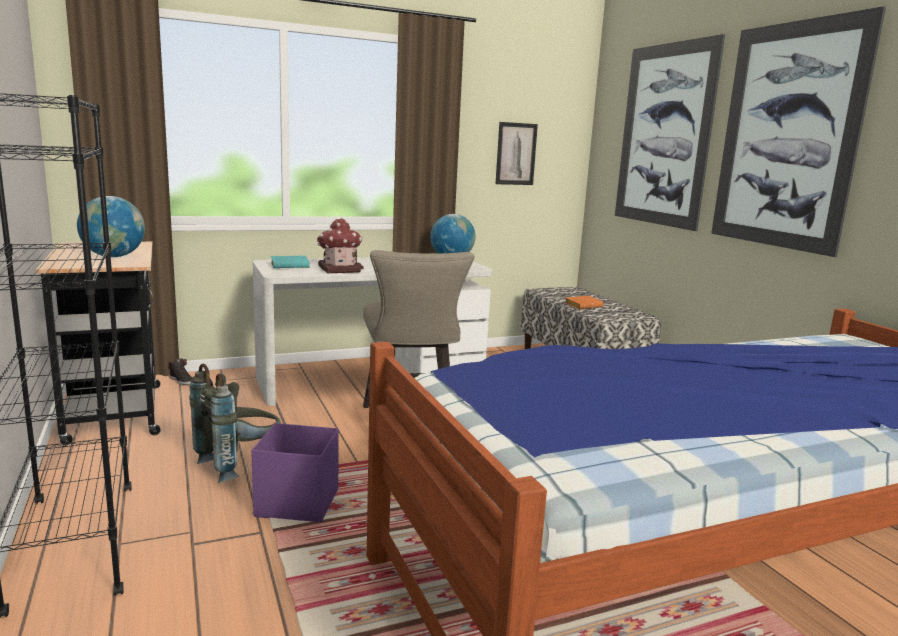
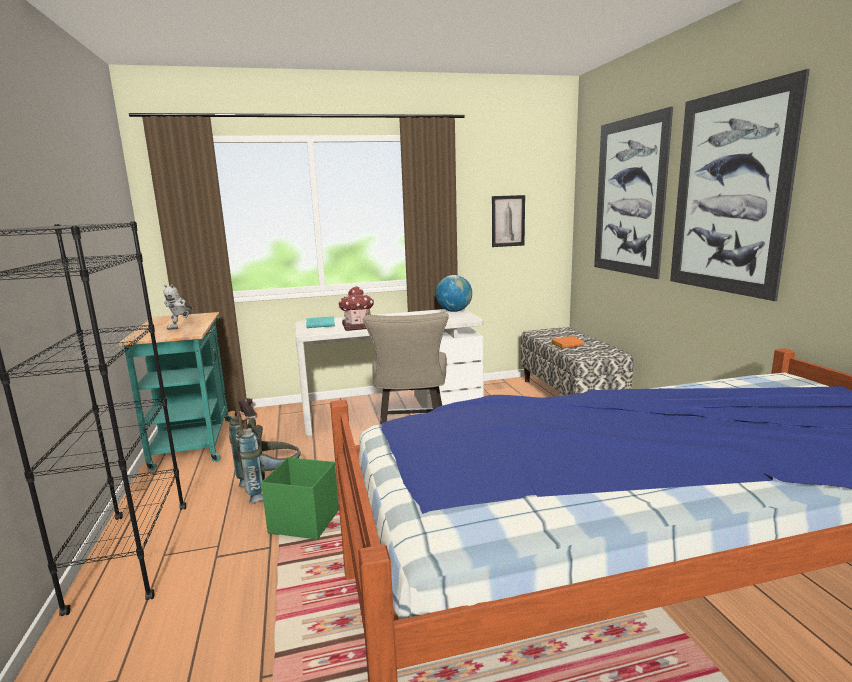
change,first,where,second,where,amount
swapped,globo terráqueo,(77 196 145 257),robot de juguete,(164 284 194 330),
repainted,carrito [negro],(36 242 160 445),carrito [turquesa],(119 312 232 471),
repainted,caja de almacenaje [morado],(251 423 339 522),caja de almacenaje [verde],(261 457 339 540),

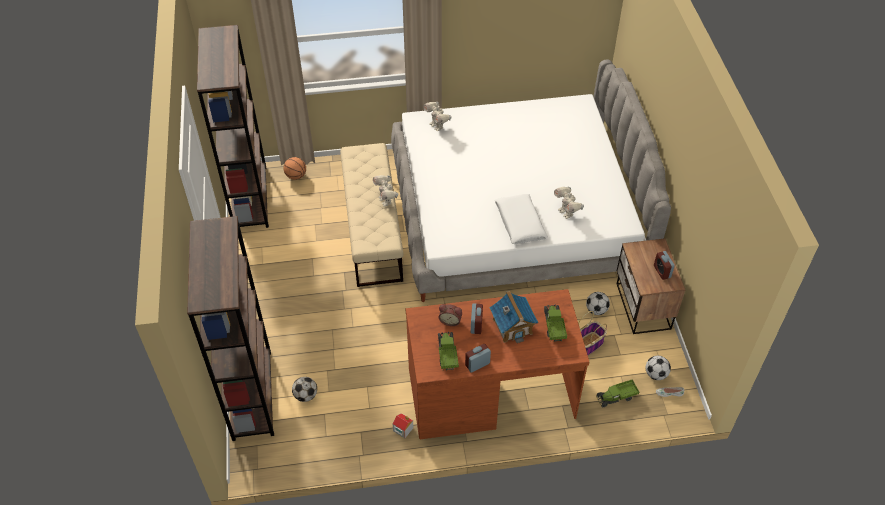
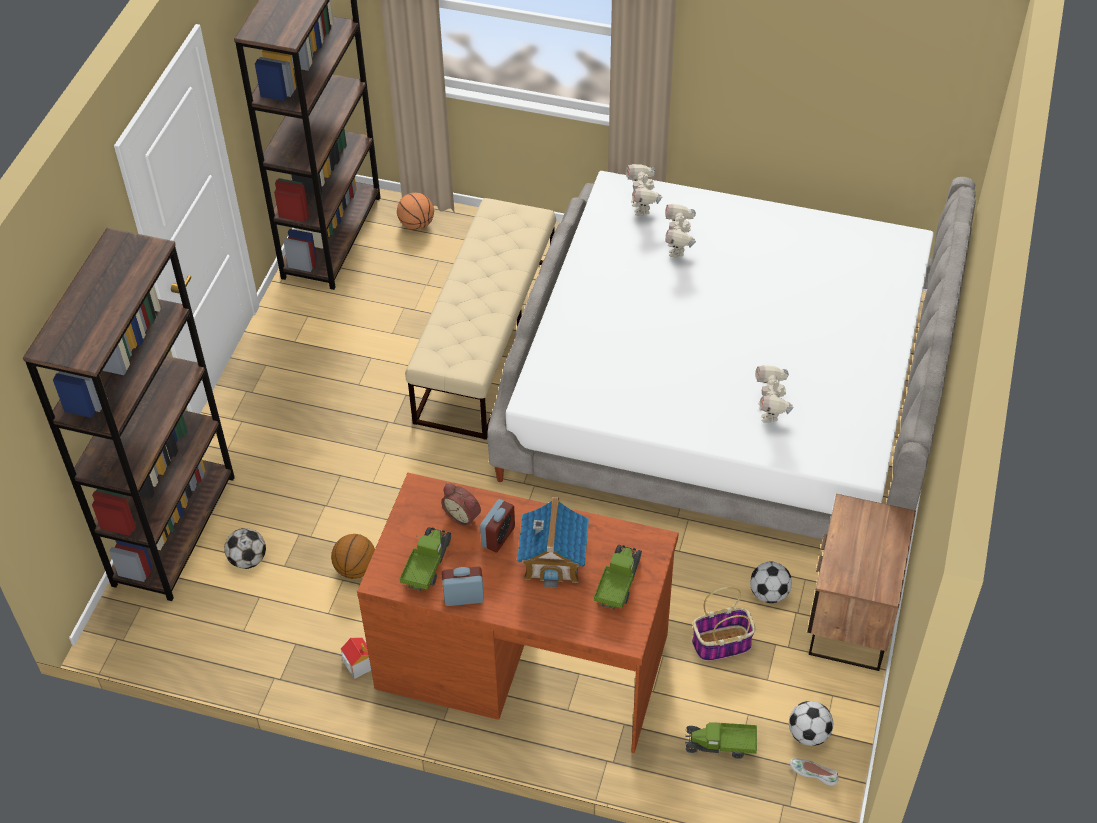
change,first,where,second,where,amount
gone,cojín [blanco],(495 194 548 244),,,
gone,despertador,(654 251 675 280),,,
new,,,balón de baloncesto,(331 534 375 579),
shifted,robot de juguete,(373 175 399 206),,(665 204 696 257),

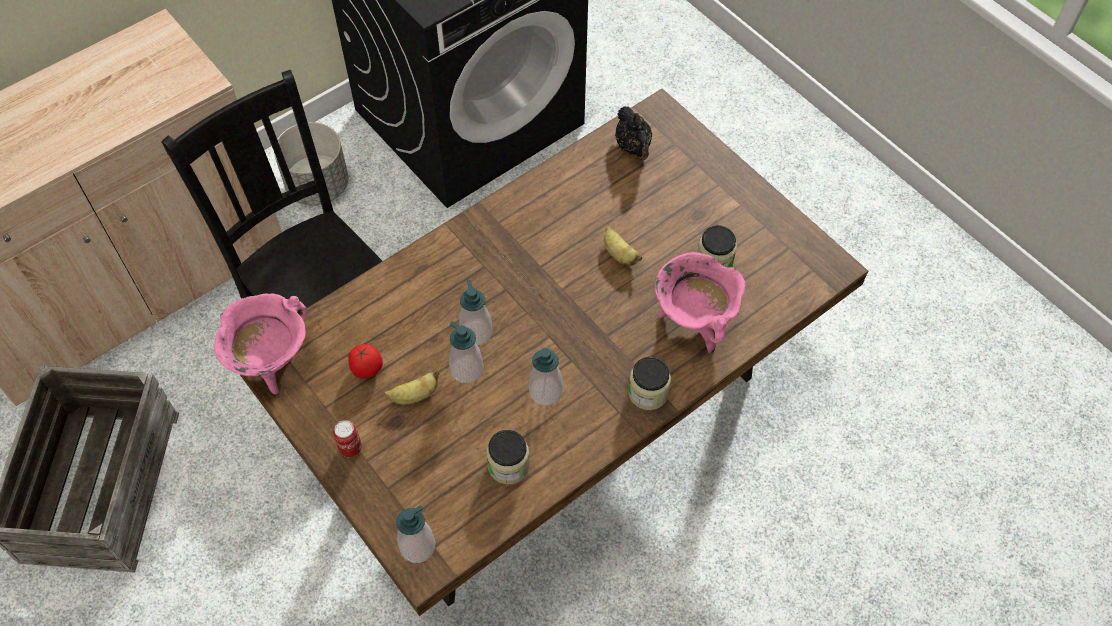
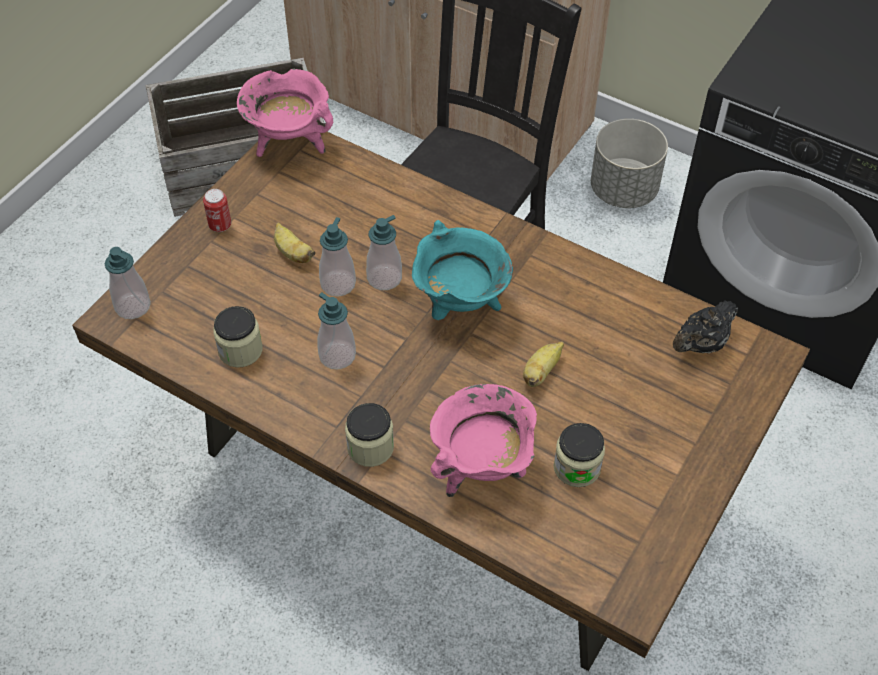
change,first,where,second,where,amount
gone,tomate,(348 344 383 378),,,
new,,,olla [turquesa],(412 220 513 320),

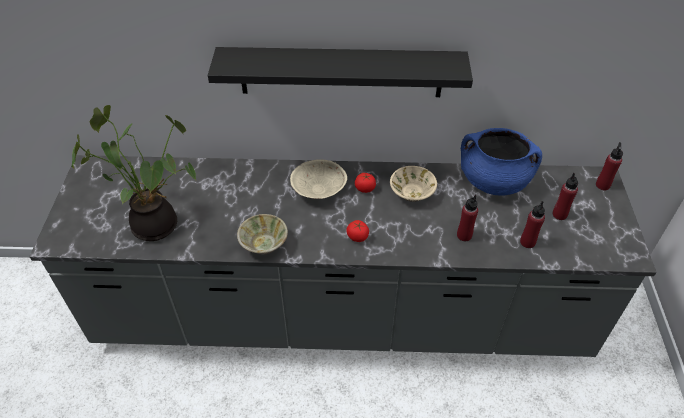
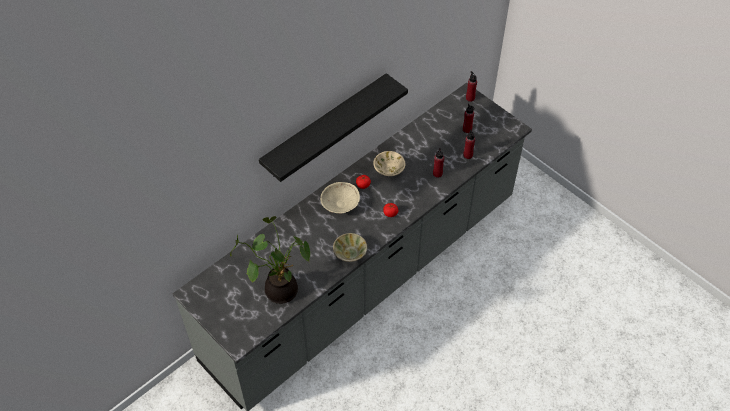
change,first,where,second,where,amount
gone,olla [azul],(461 128 542 195),,,

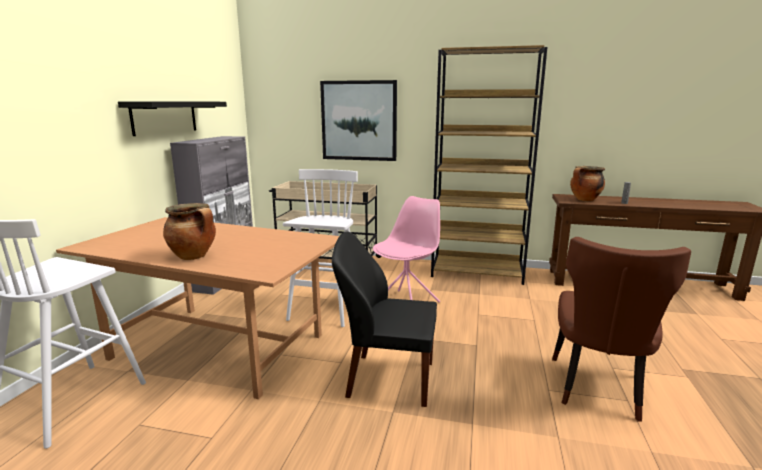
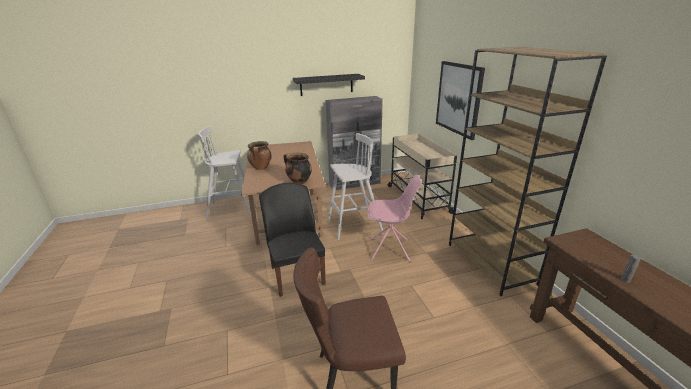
change,first,where,second,where,amount
shifted,olla,(570 166 605 201),,(283 153 312 184),

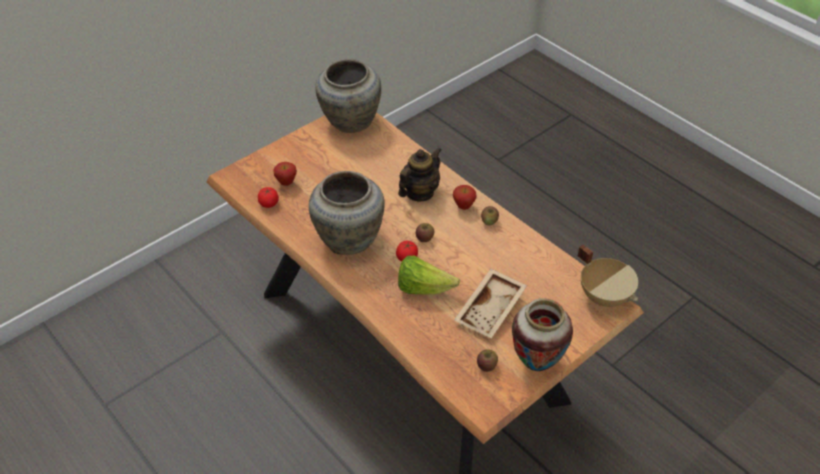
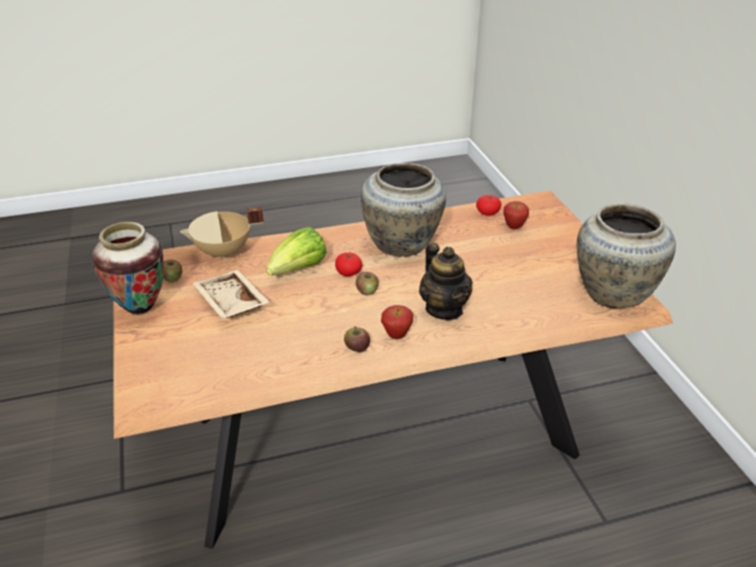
change,first,where,second,where,amount
shifted,olla [beis],(577 245 638 307),,(180 207 264 260),

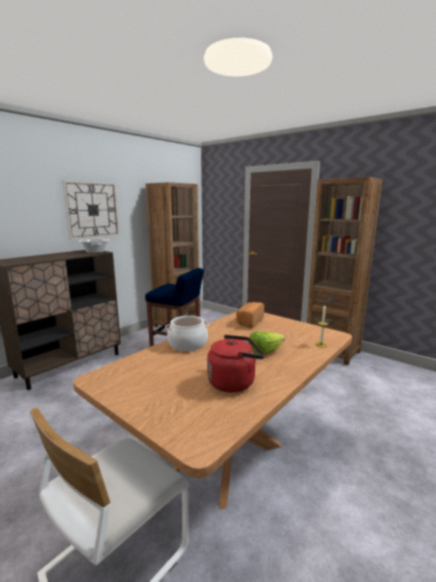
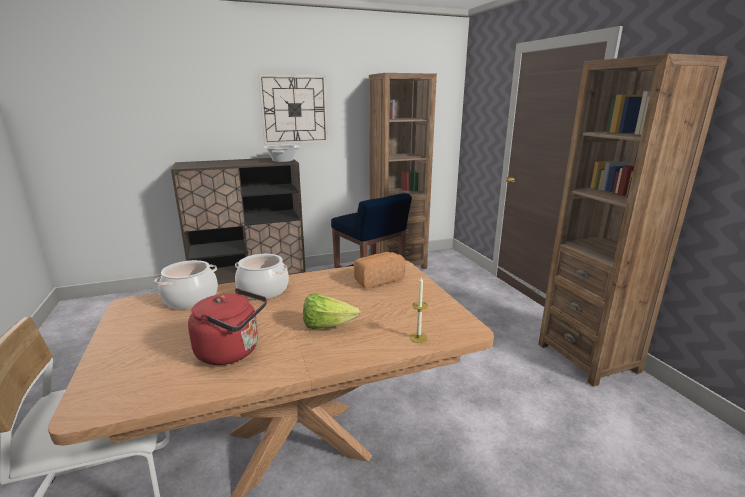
change,first,where,second,where,amount
new,,,olla,(154 260 218 309),

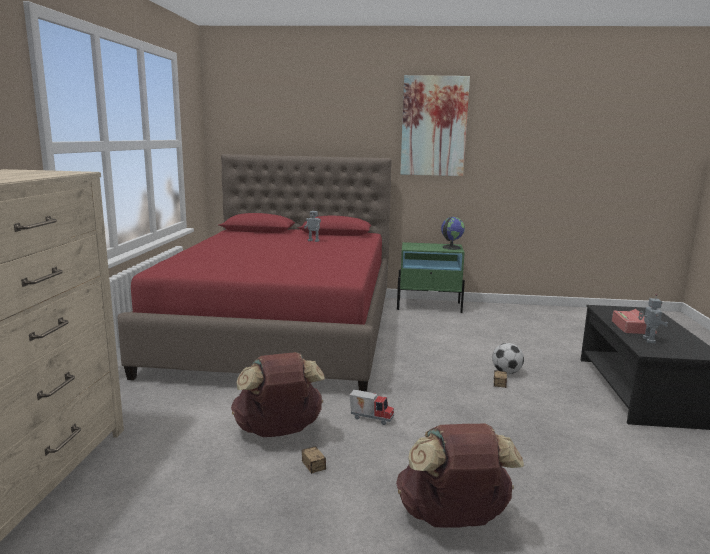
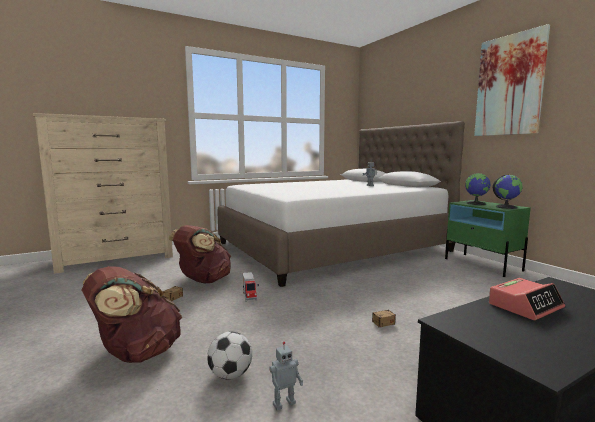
change,first,where,second,where,amount
new,,,globo terráqueo,(465 173 491 205),
shifted,balón de fútbol,(492 343 524 374),,(207 332 252 379),
shifted,robot de juguete,(638 294 668 343),,(269 342 303 410),
repainted,cama [rojo],(117 154 392 392),cama [blanco],(218 121 465 287),

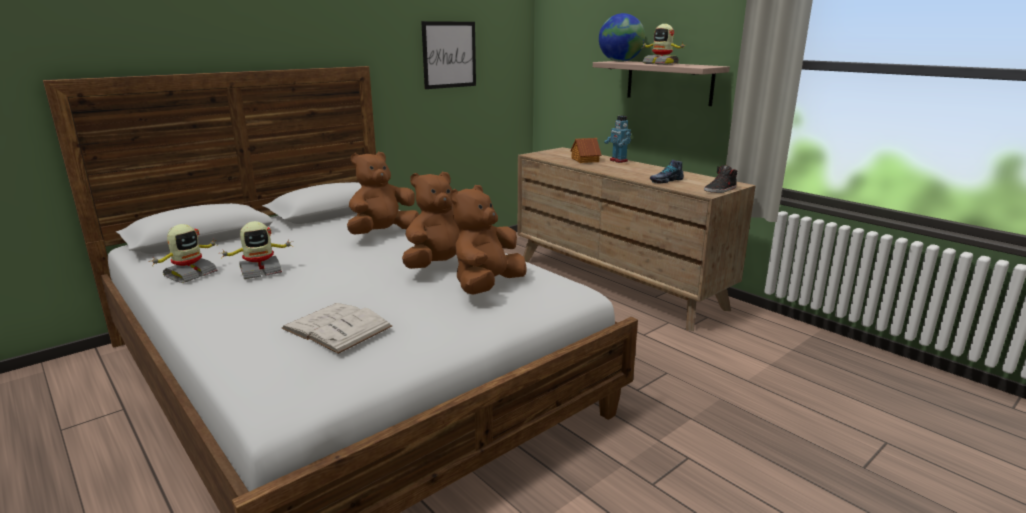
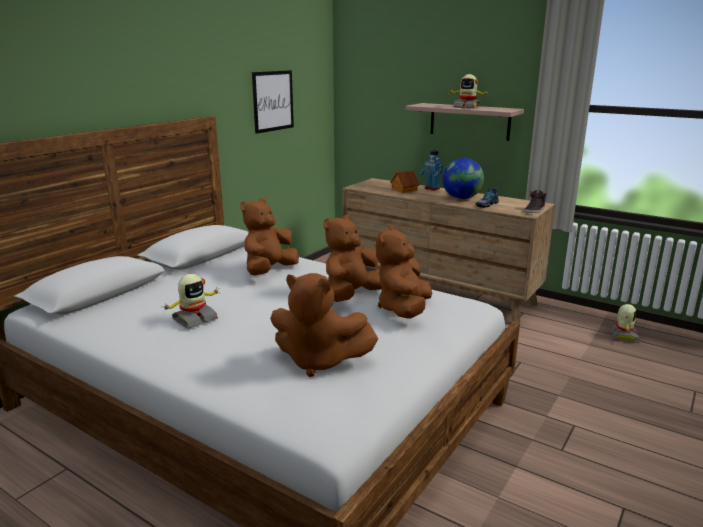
change,first,where,second,where,amount
shifted,robot de juguete,(152 224 219 283),,(611 304 640 343),
shifted,globo terráqueo,(599 13 645 62),,(442 158 484 199),
swapped,libro [blanco],(281 303 392 354),peluche [marrón],(270 273 378 377),

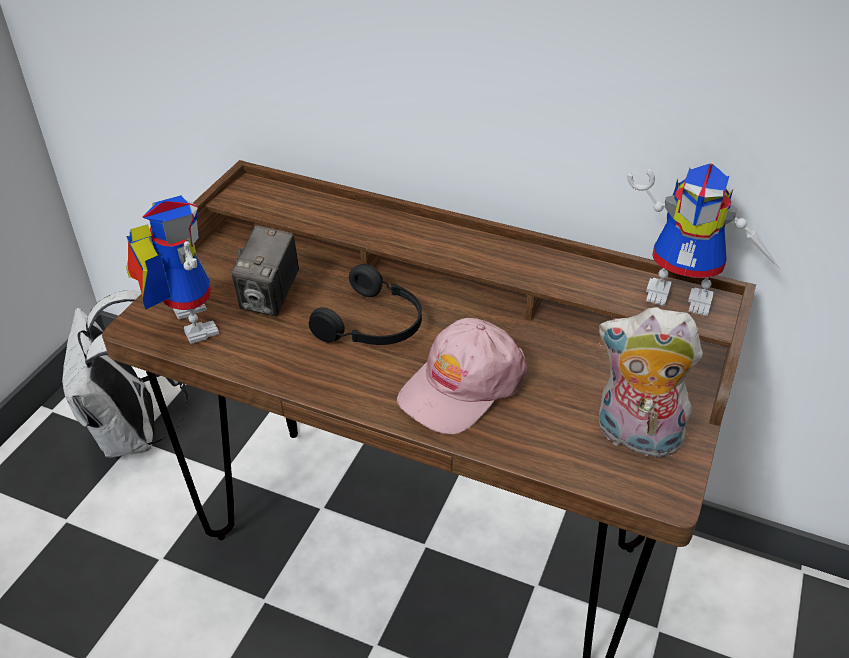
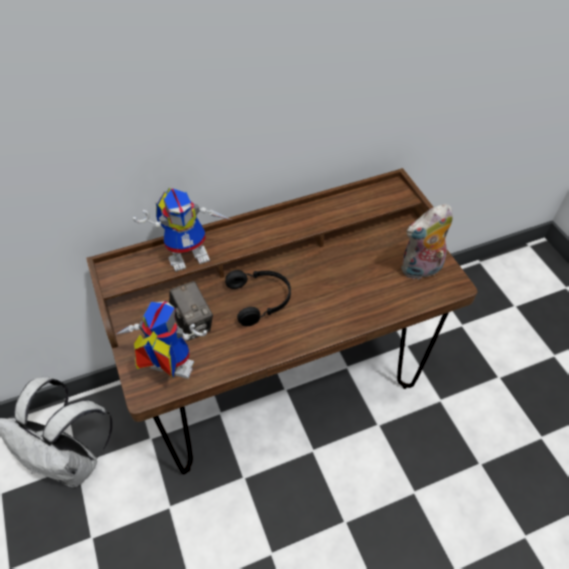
change,first,where,second,where,amount
gone,gorra [rosa],(397 318 528 435),,,
shifted,robot de juguete,(627 163 780 316),,(133 187 231 272),

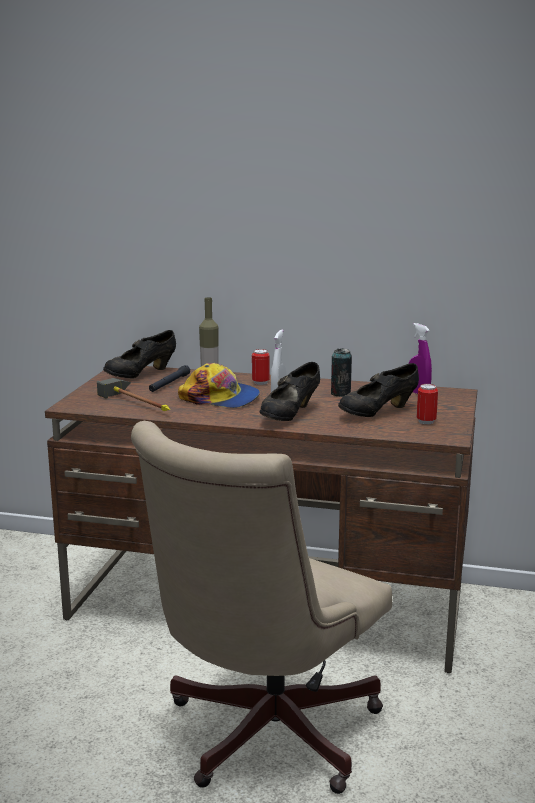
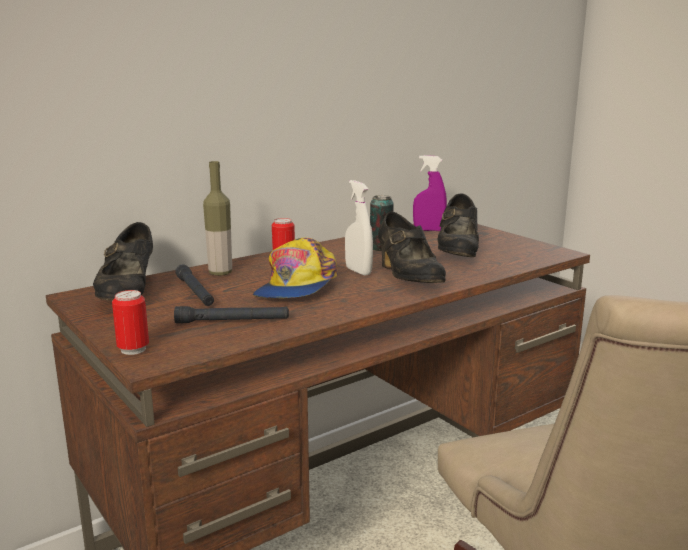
change,first,where,second,where,amount
shifted,lata,(417 384 438 424),,(112 290 149 355),
swapped,martillo,(97 378 170 411),linterna [negro],(174 306 289 323),
rotated,gorra,(178 363 260 408),,(253 238 338 299),135 degrees clockwise

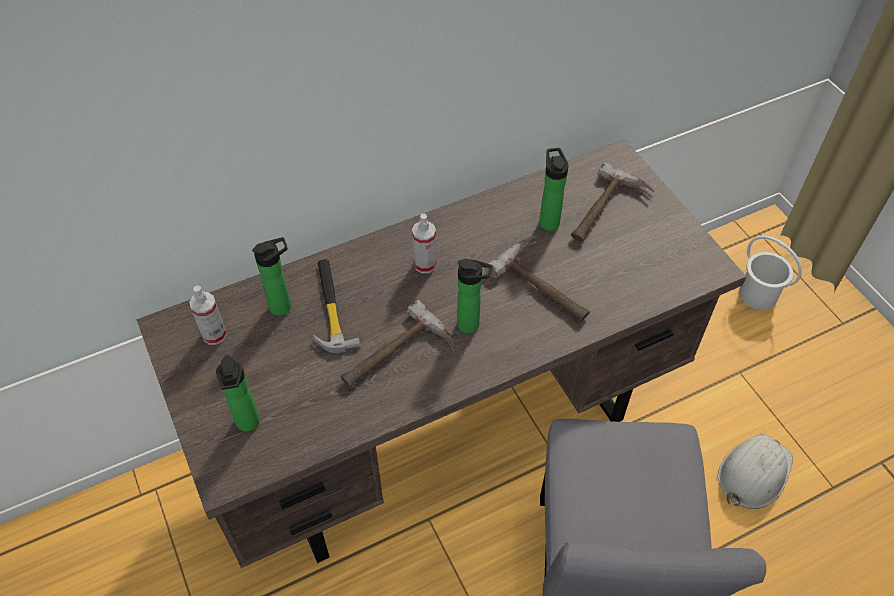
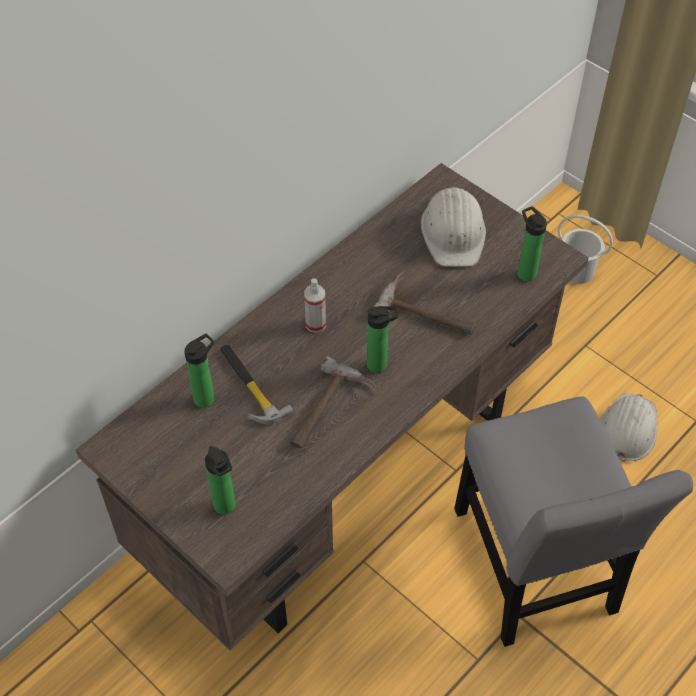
change,first,where,second,where,amount
gone,pulverizador,(189 286 227 345),,,
shifted,botella,(539 148 569 231),,(517 206 547 282),
swapped,martillo,(571 162 654 241),casco [blanco],(421 187 486 267),

